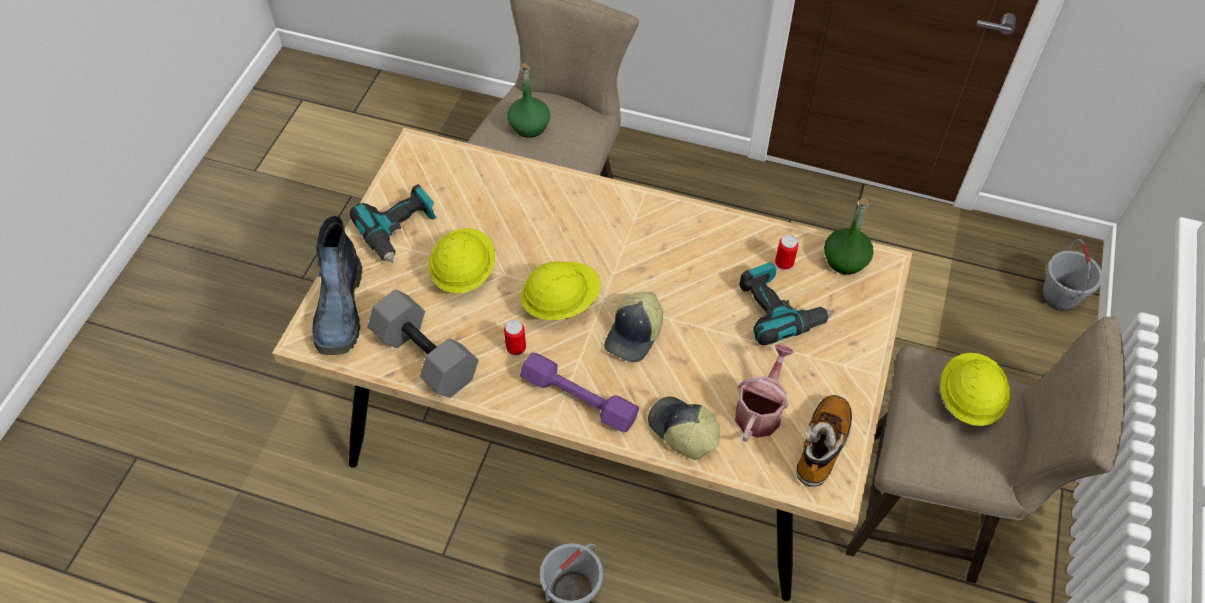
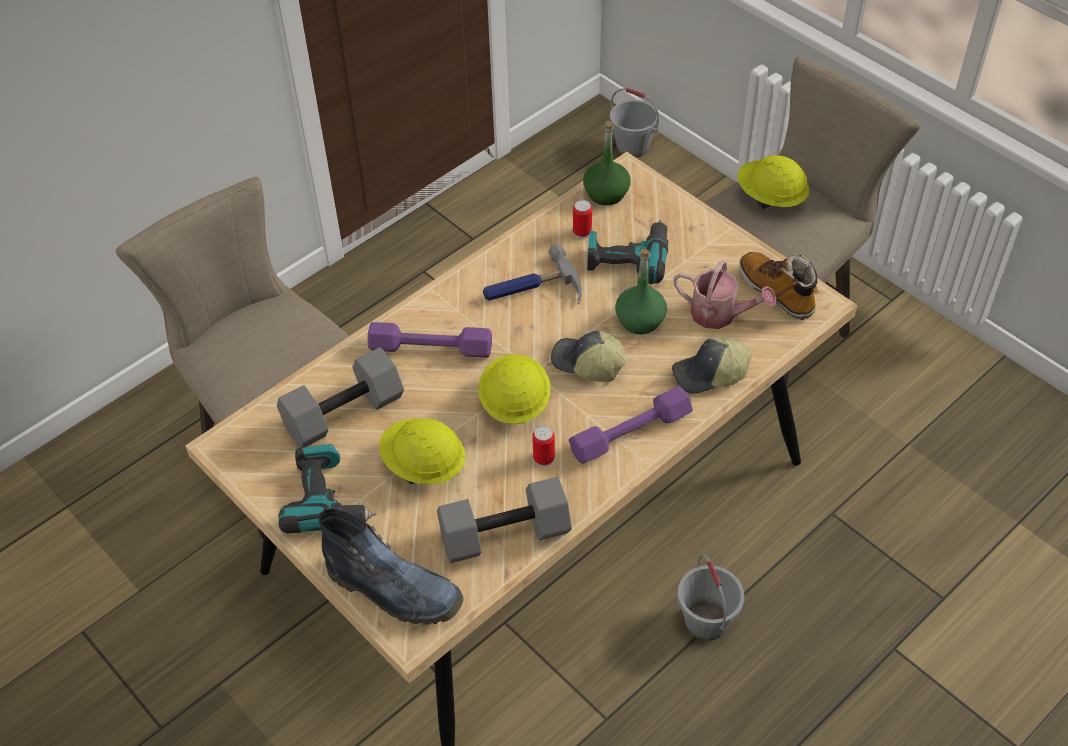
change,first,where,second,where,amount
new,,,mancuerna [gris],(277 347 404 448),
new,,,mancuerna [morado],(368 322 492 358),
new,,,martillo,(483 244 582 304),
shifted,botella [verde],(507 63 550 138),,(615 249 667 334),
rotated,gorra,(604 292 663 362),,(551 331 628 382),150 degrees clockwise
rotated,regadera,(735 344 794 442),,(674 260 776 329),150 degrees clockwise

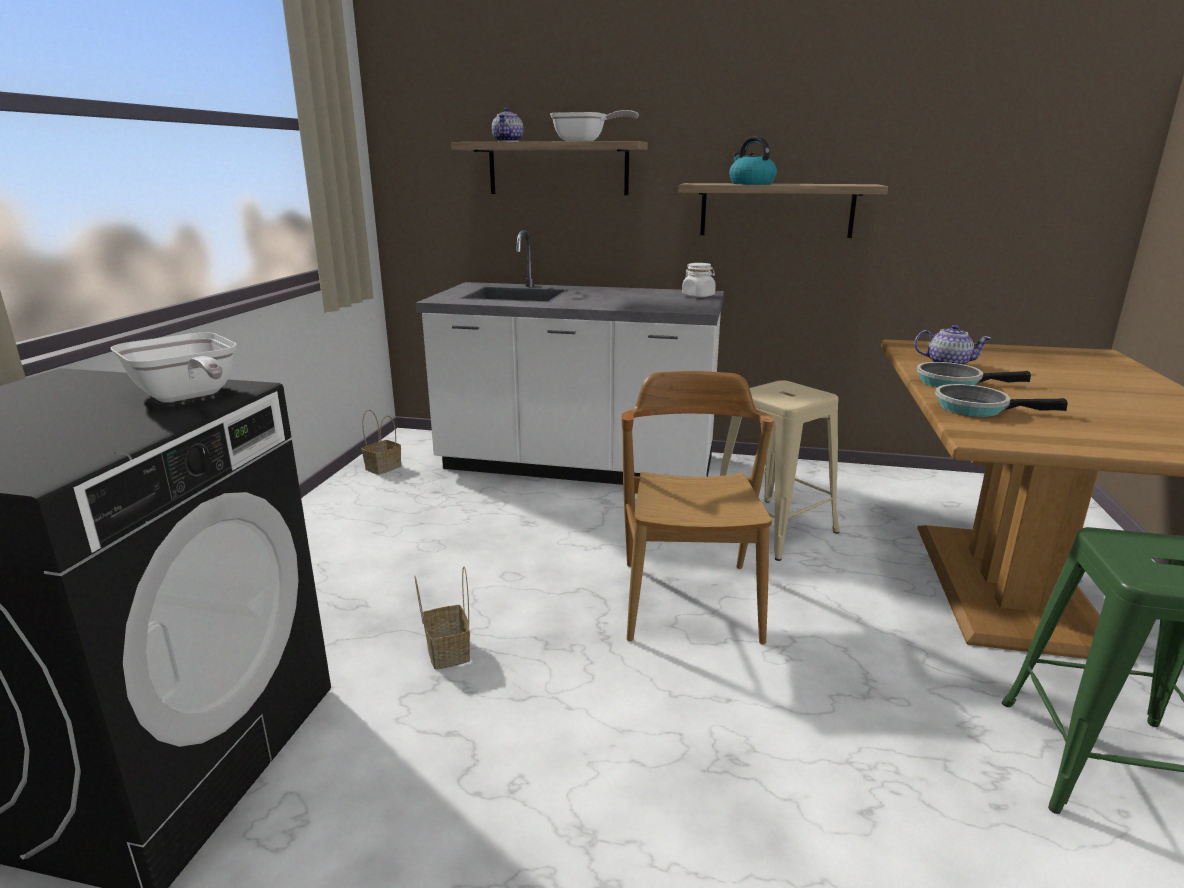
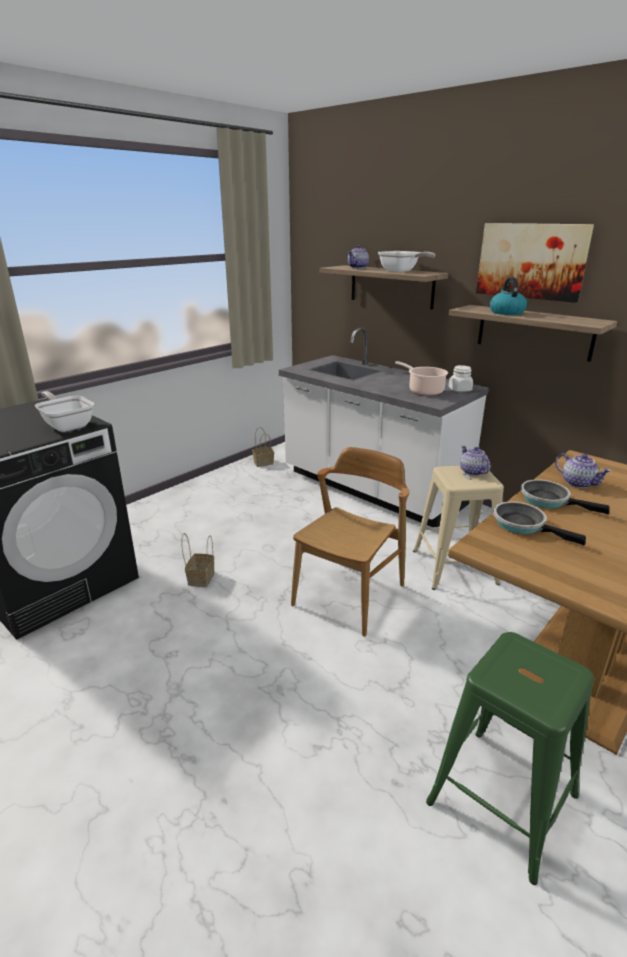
change,first,where,second,where,amount
new,,,olla,(395 361 448 395),
new,,,tetera,(460 446 490 476),
new,,,cuadro,(476 223 594 303),
rotated,sartén,(111 332 237 402),,(35 391 94 432),150 degrees clockwise

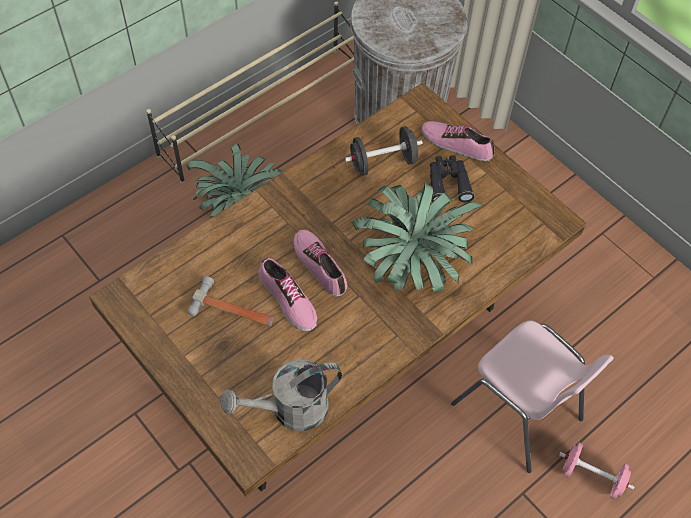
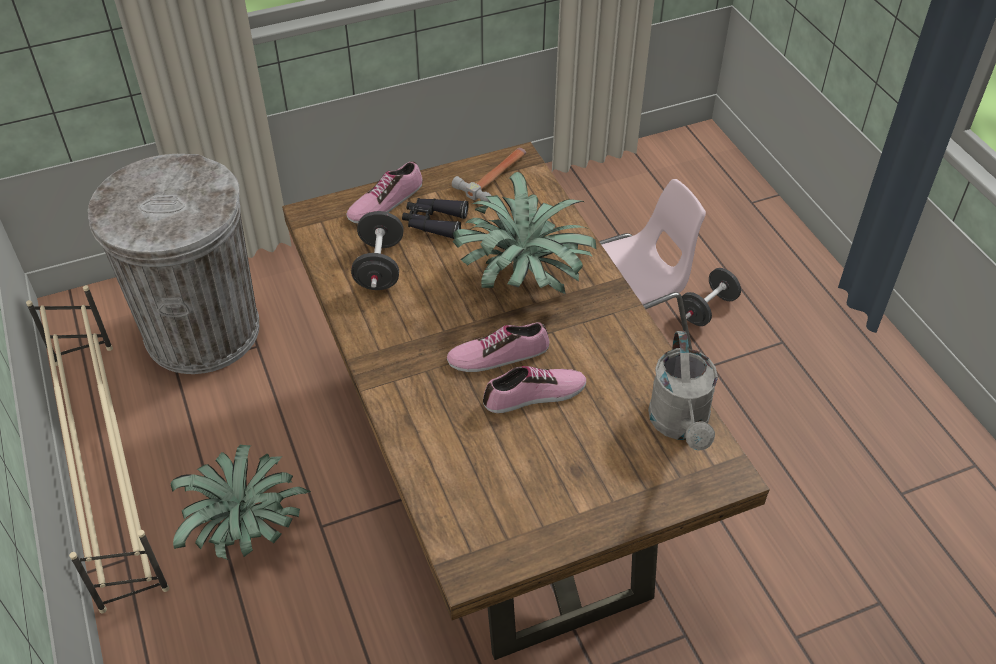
change,first,where,second,where,amount
shifted,martillo,(188 276 274 327),,(452 148 526 202),
repainted,mancuerna [rosa],(559 442 635 499),mancuerna [negro],(682 268 741 326),

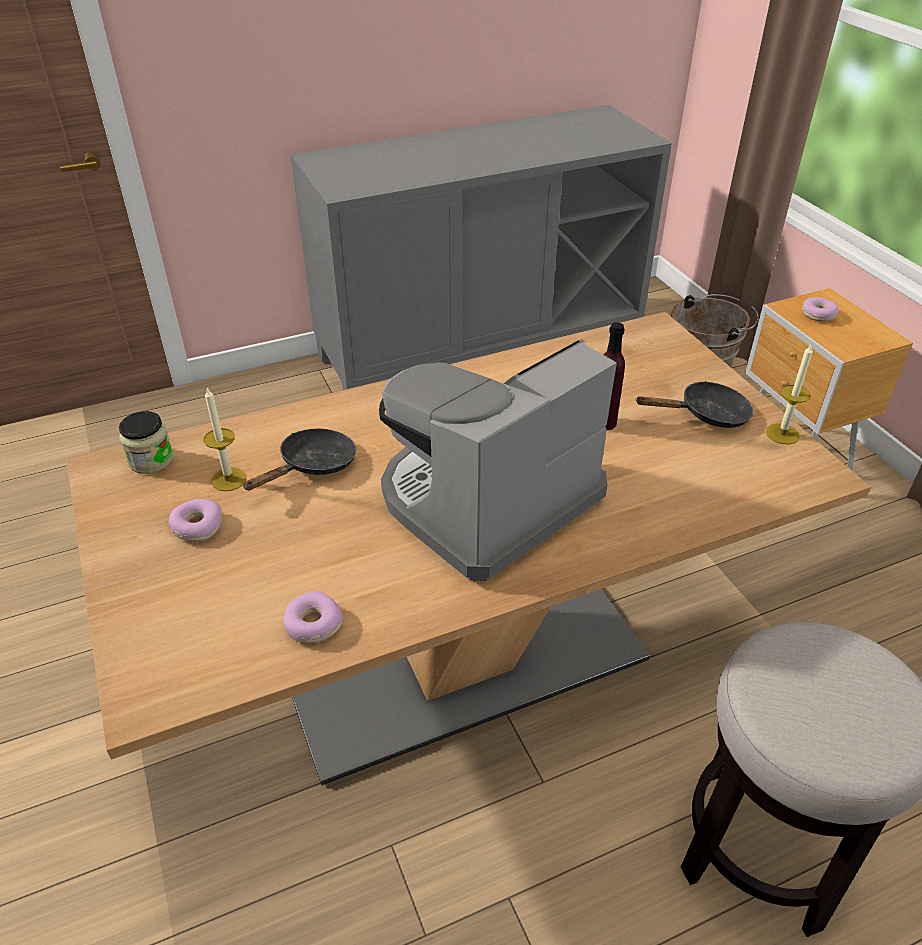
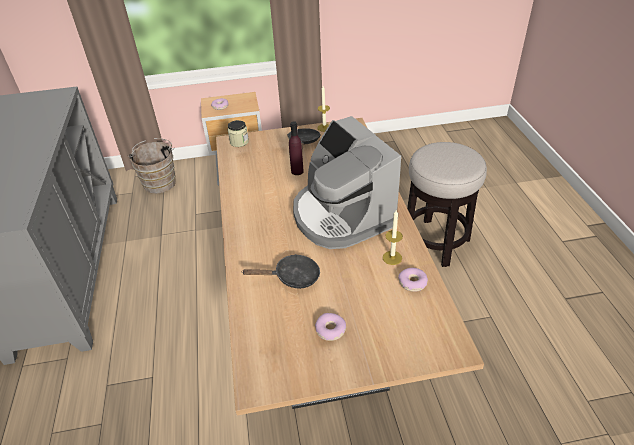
change,first,where,second,where,amount
shifted,tarro,(119 411 174 474),,(228 120 249 147),
shifted,vela,(204 388 247 491),,(383 210 403 265),
rotated,sartén [negro],(243 429 357 490),,(243 254 320 289),120 degrees clockwise

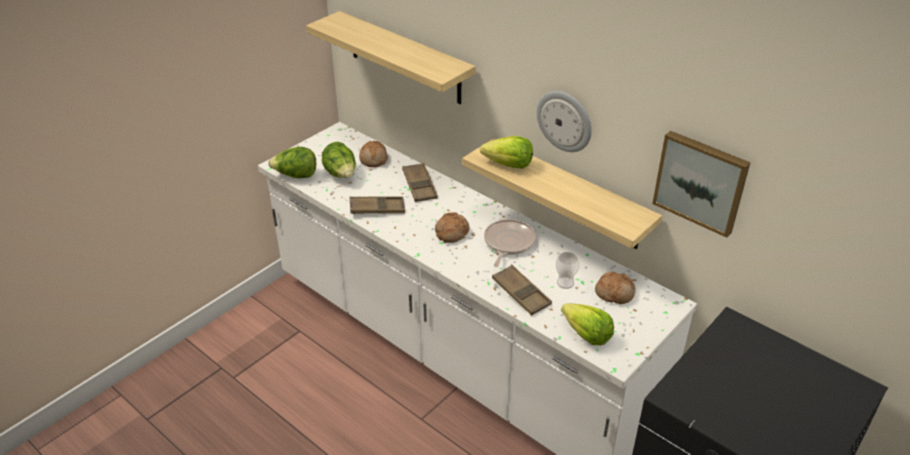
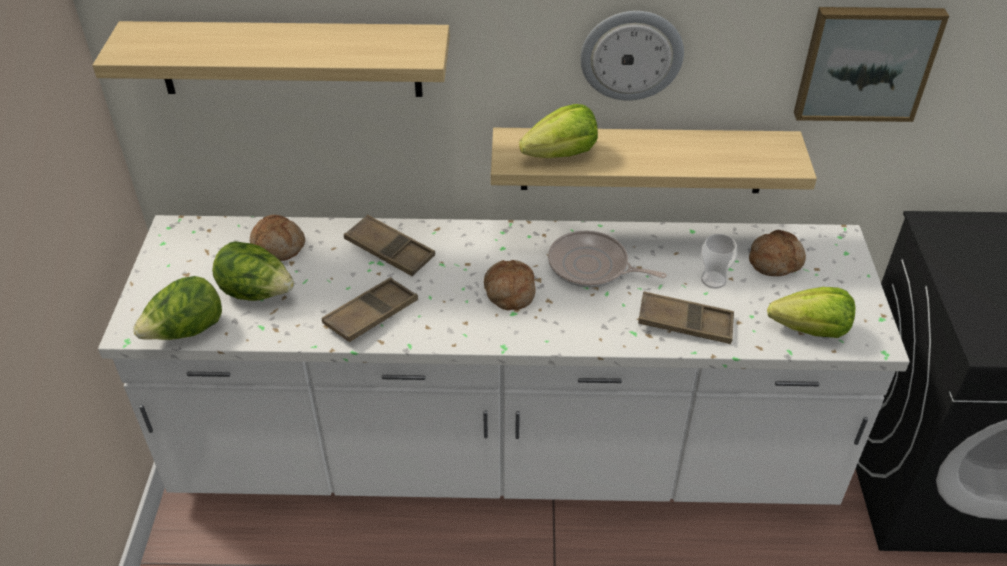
change,first,where,second,where,amount
rotated,sartén,(484 219 536 267),,(548 230 667 288),45 degrees counterclockwise

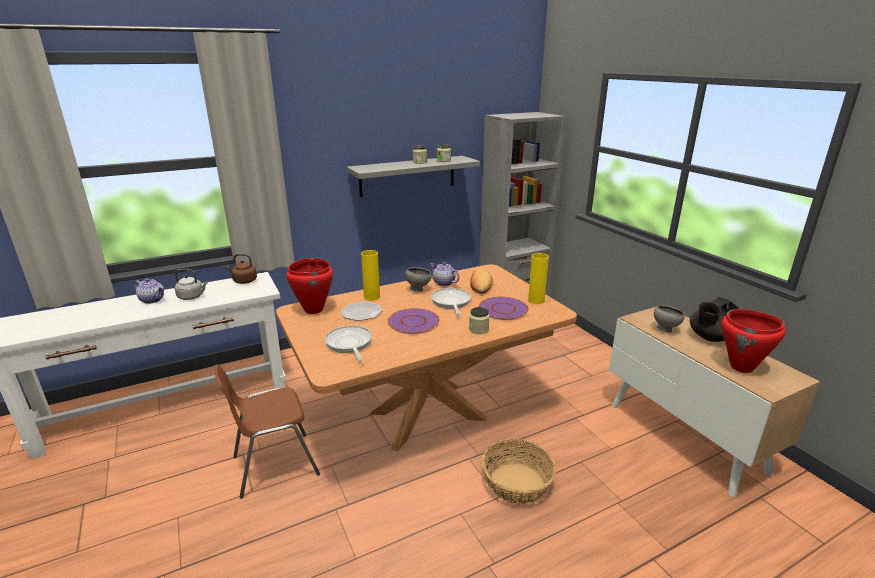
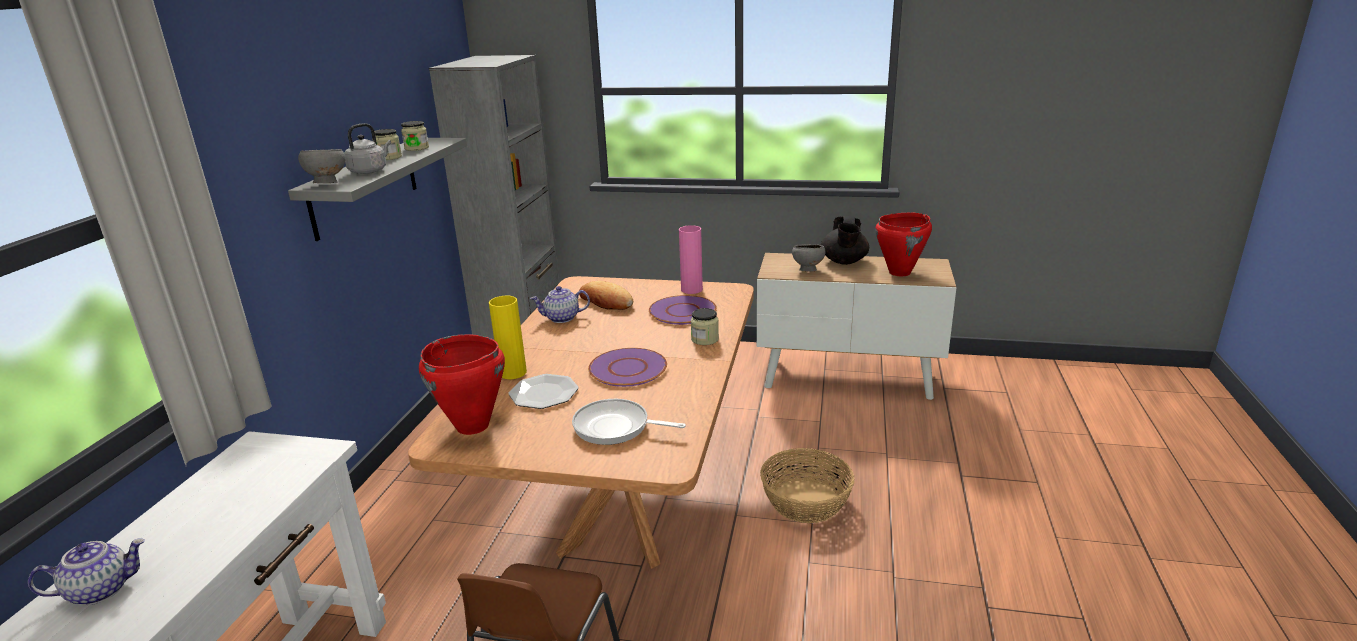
change,first,where,second,where,amount
gone,hervidor [marrón],(226 254 257 284),,,
gone,sartén,(431 288 471 315),,,
shifted,hervidor [gris],(174 269 208 300),,(344 123 391 174),
shifted,cuenco [gris],(405 267 431 292),,(298 149 346 183),
repainted,florero [amarillo],(528 253 549 304),florero [rosa],(679 225 703 294),

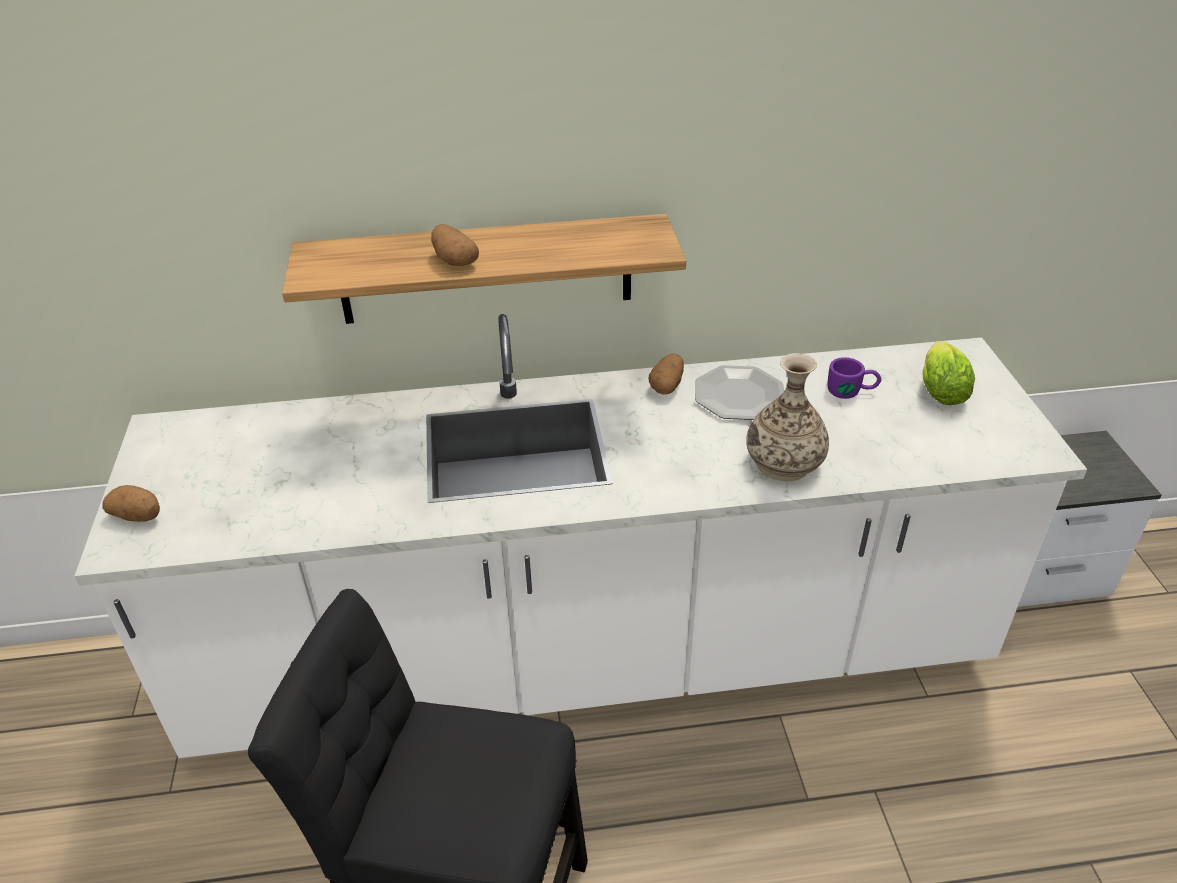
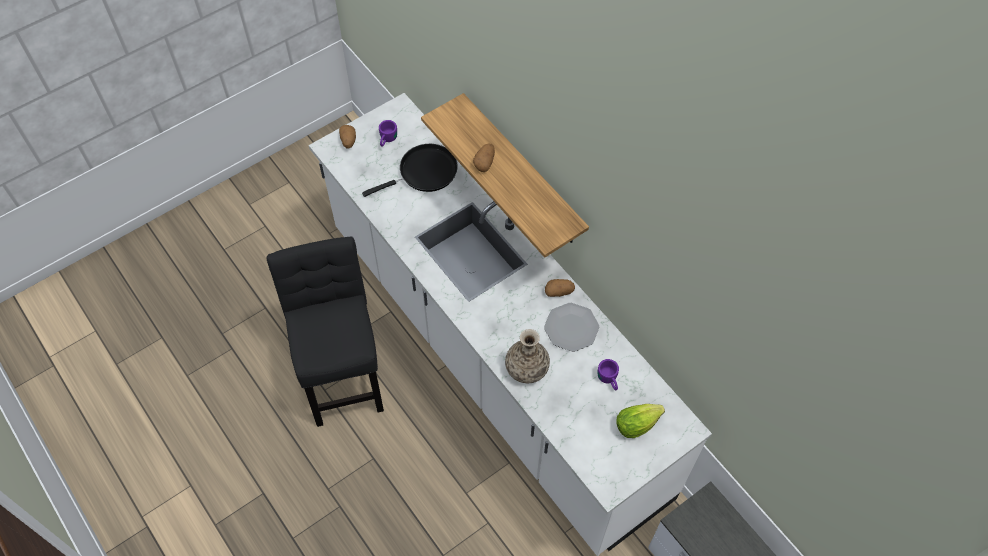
change,first,where,second,where,amount
new,,,sartén [negro],(362 144 458 197),
new,,,taza grande [morado],(379 120 397 147),

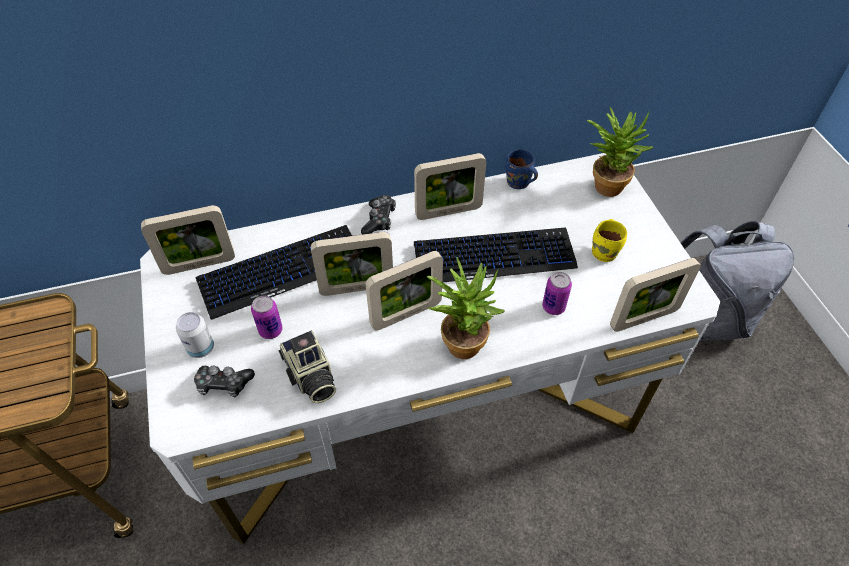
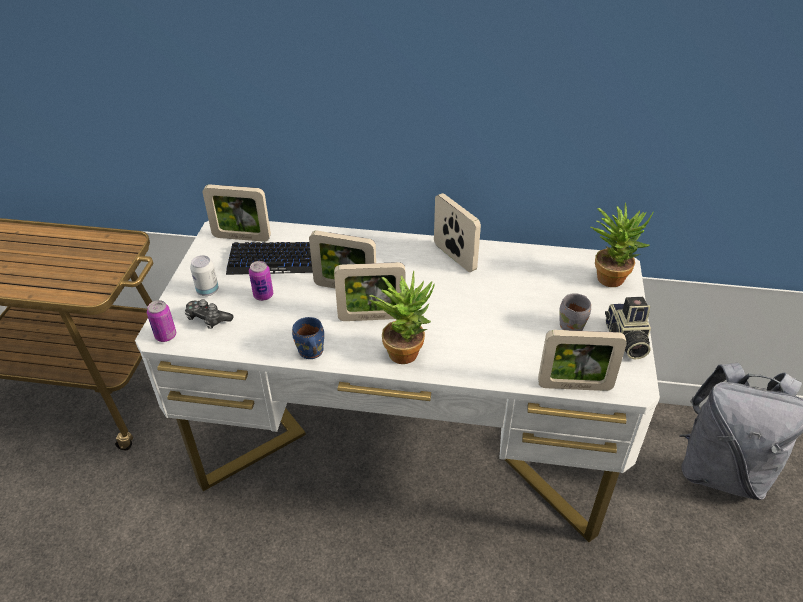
change,first,where,second,where,amount
gone,mando de consola,(361 195 396 234),,,
gone,teclado,(414 227 578 282),,,
shifted,cámara,(278 330 336 404),,(605 297 651 360),
shifted,taza grande [azul],(506 149 538 189),,(292 317 324 359),
shifted,lata,(542 272 572 315),,(147 300 176 342),
repainted,taza grande [amarillo],(592 219 627 262),taza grande [gris],(559 293 591 331),
rotated,portarretratos,(414 153 486 220),,(434 193 481 272),135 degrees counterclockwise

